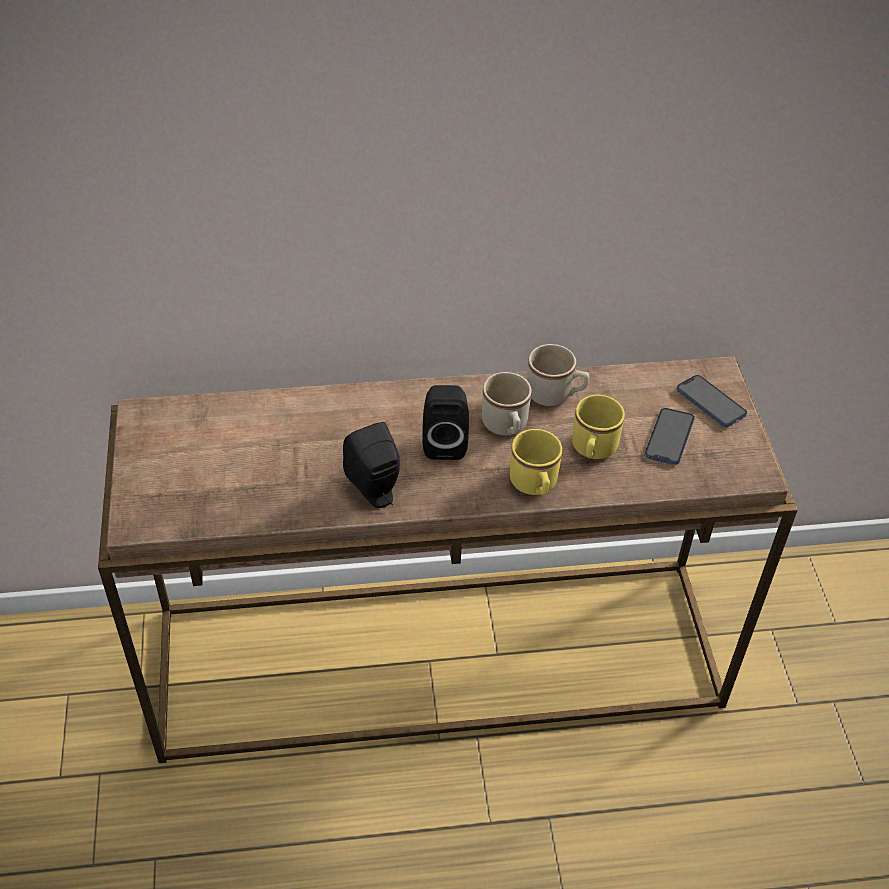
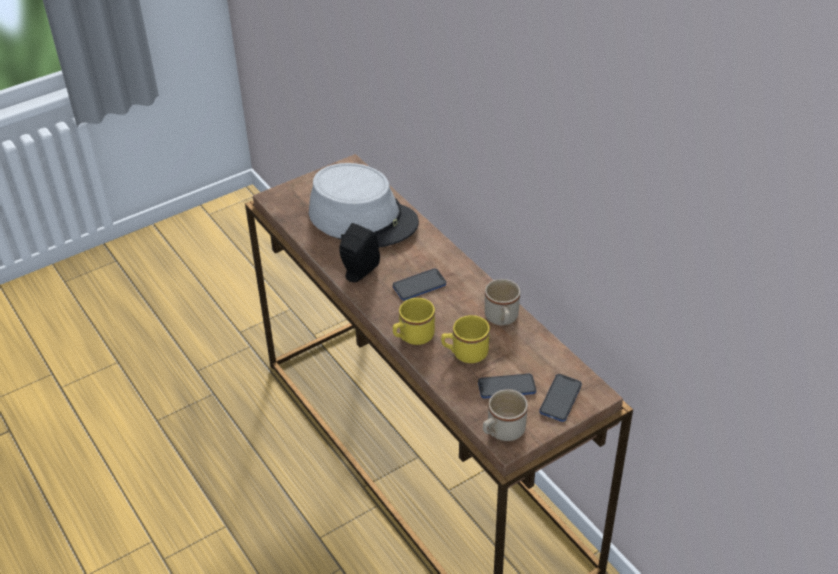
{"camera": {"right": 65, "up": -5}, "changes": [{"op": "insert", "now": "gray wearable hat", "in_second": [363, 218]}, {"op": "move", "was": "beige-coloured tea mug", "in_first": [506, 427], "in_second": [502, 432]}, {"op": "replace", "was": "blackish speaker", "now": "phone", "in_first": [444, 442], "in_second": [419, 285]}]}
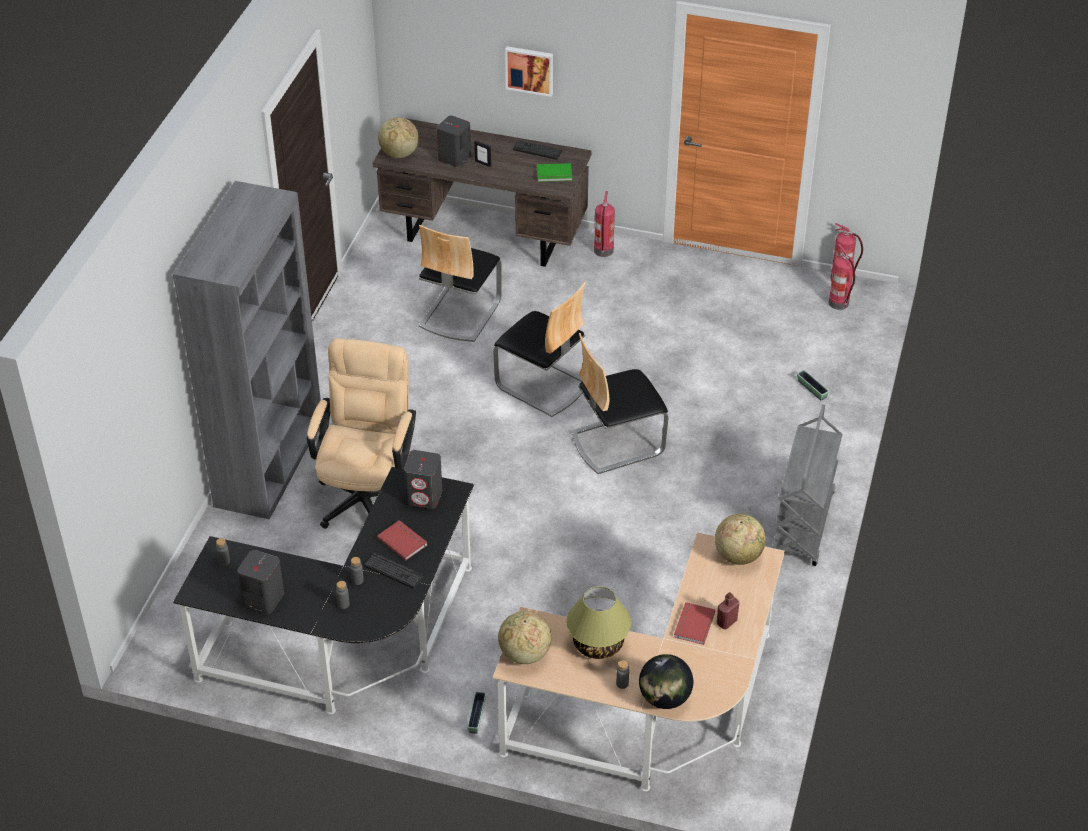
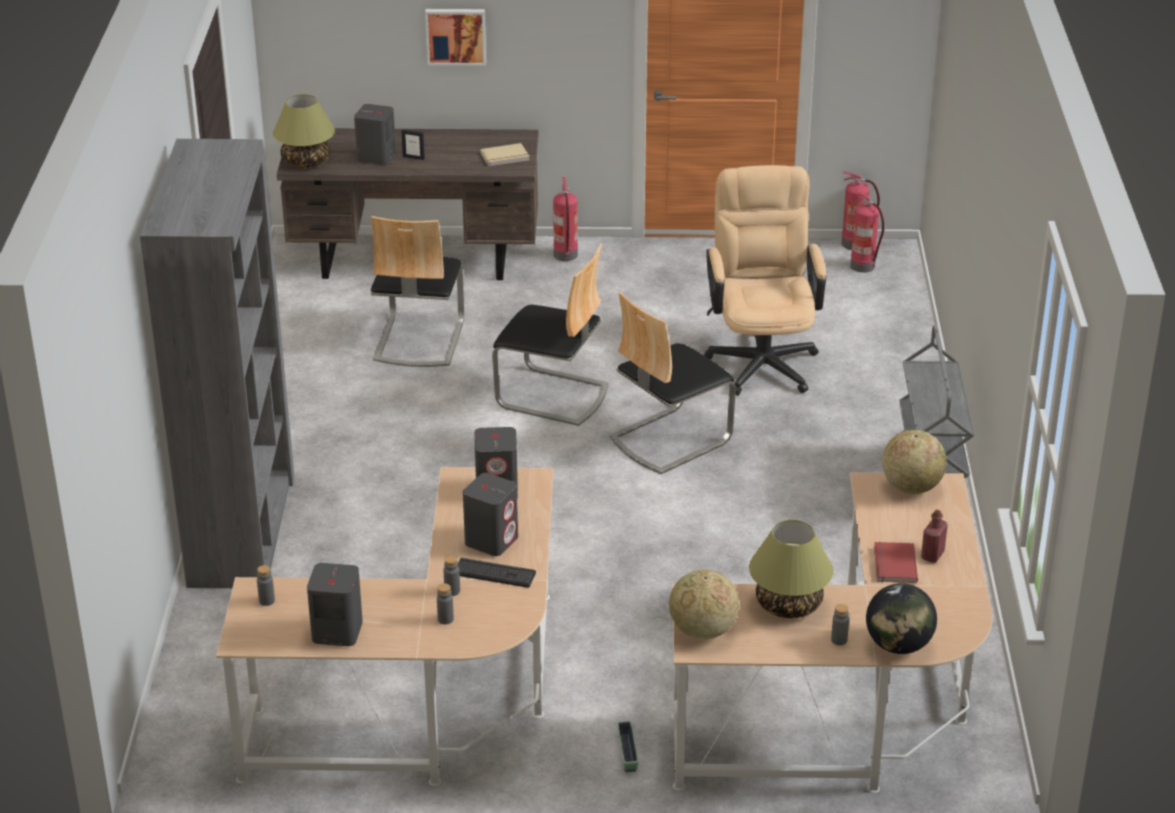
{"camera": {"right": -15, "up": -10}, "changes": [{"op": "delete", "was": "keyboard", "in_first": [537, 150]}, {"op": "delete", "was": "planter", "in_first": [812, 389]}, {"op": "move", "was": "beige-coloured computer chair", "in_first": [367, 492], "in_second": [761, 358]}, {"op": "replace", "was": "red-coloured bound book", "now": "gray speaker", "in_first": [403, 541], "in_second": [492, 540]}, {"op": "replace", "was": "world globe", "now": "tabletop lamp", "in_first": [399, 154], "in_second": [306, 162]}, {"op": "recolor", "was": "blackish desk", "now": "beige-coloured desk", "in_first": [351, 645], "in_second": [431, 705]}, {"op": "recolor", "was": "green bound book", "now": "beige-coloured bound book", "in_first": [554, 174], "in_second": [505, 157]}]}
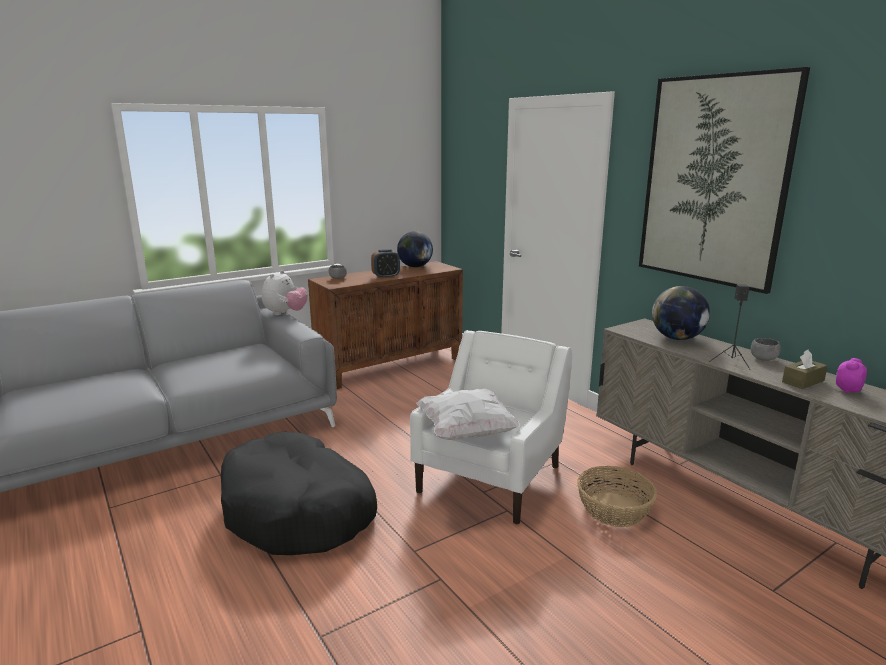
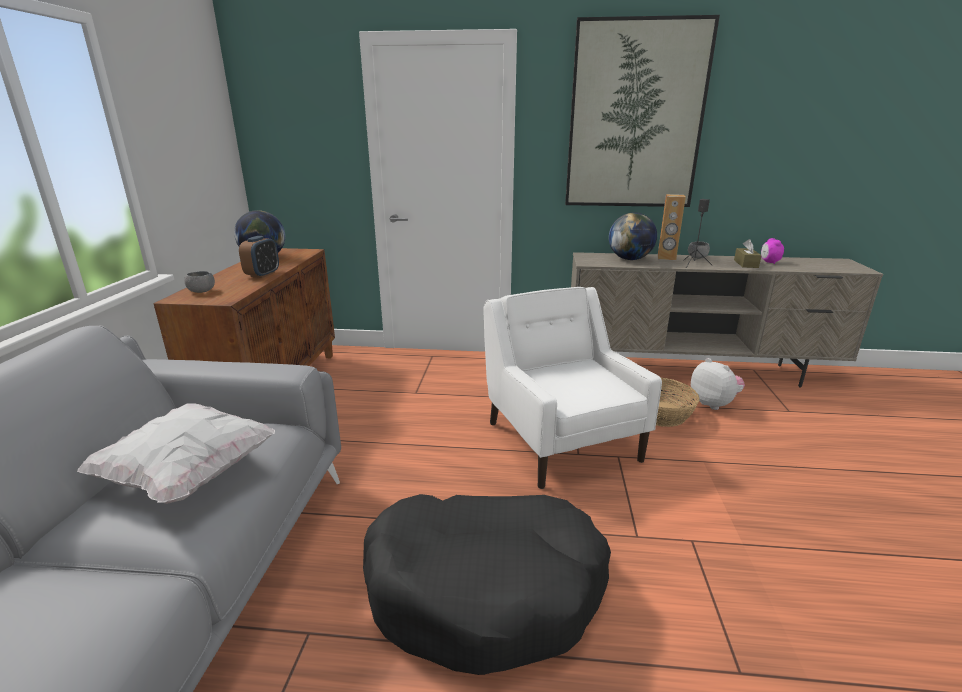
{"camera": {"right": -50, "up": 5}, "changes": [{"op": "insert", "now": "brownish speaker", "in_second": [666, 258]}, {"op": "move", "was": "plush toy", "in_first": [285, 313], "in_second": [713, 403]}, {"op": "move", "was": "whitish throw pillow", "in_first": [467, 432], "in_second": [190, 475]}]}
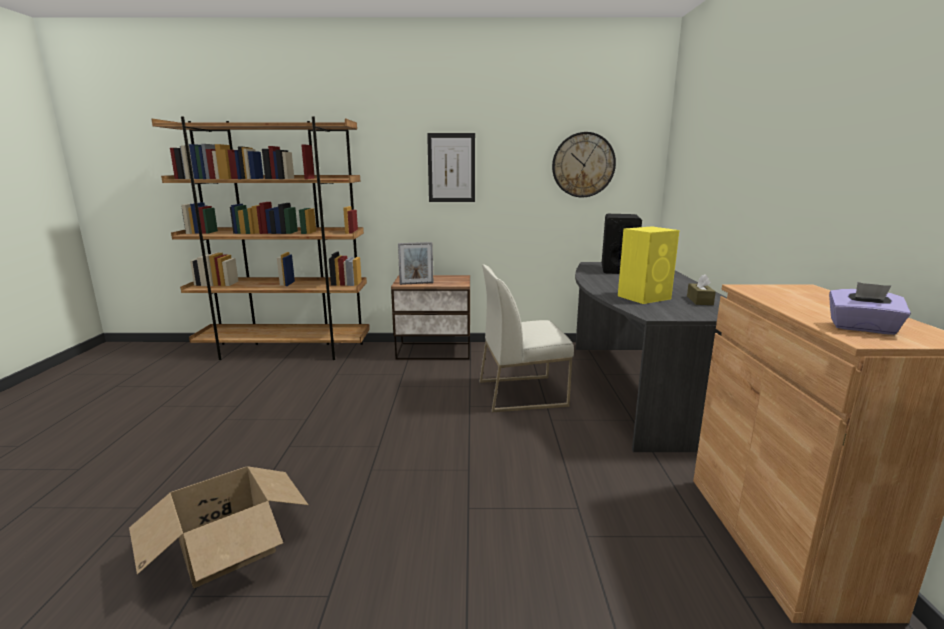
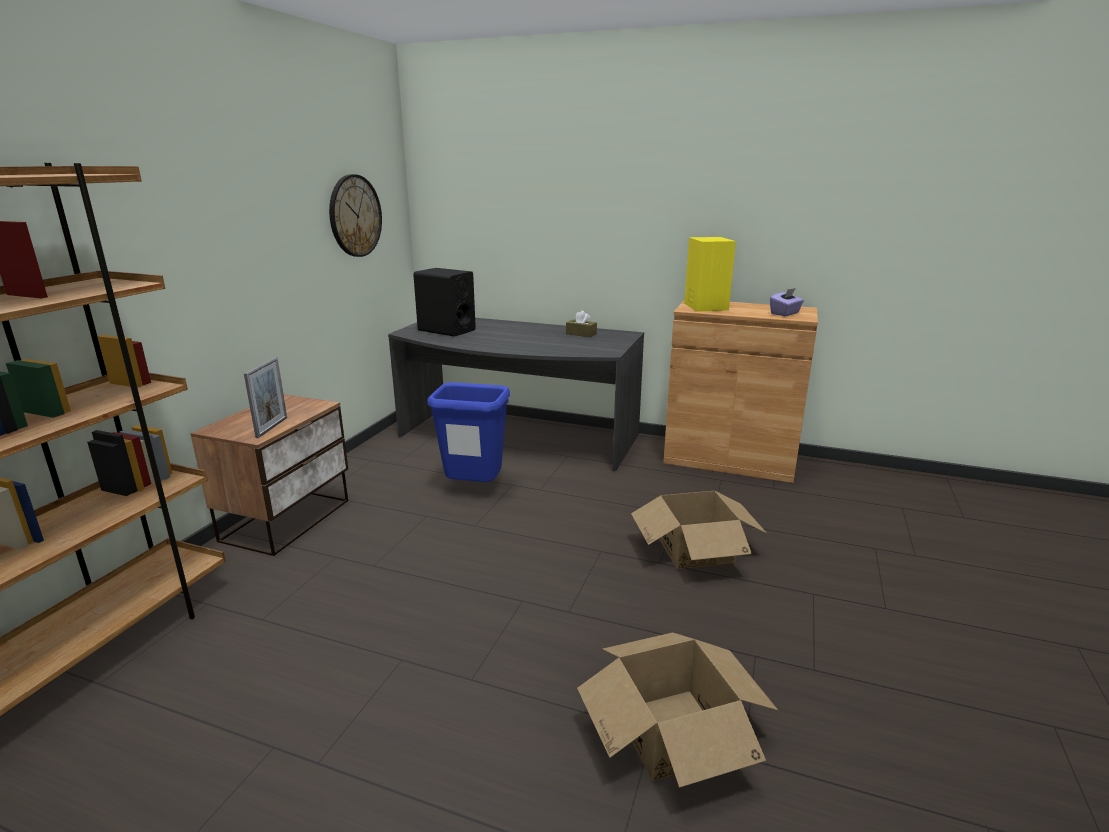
{"camera": {"right": -70, "up": 5}, "changes": [{"op": "delete", "was": "wall picture", "in_first": [451, 168]}, {"op": "insert", "now": "cardboard box", "in_second": [695, 549]}, {"op": "move", "was": "yellow-coloured speaker", "in_first": [645, 297], "in_second": [705, 306]}, {"op": "replace", "was": "whitish plain chair", "now": "blue trash can", "in_first": [522, 393], "in_second": [473, 489]}]}
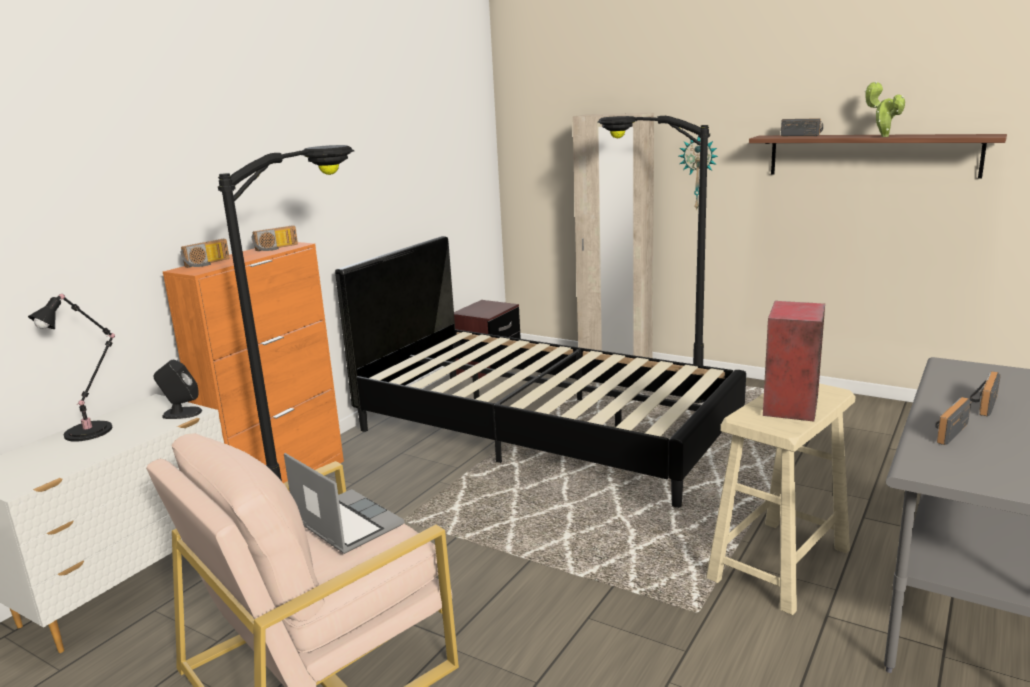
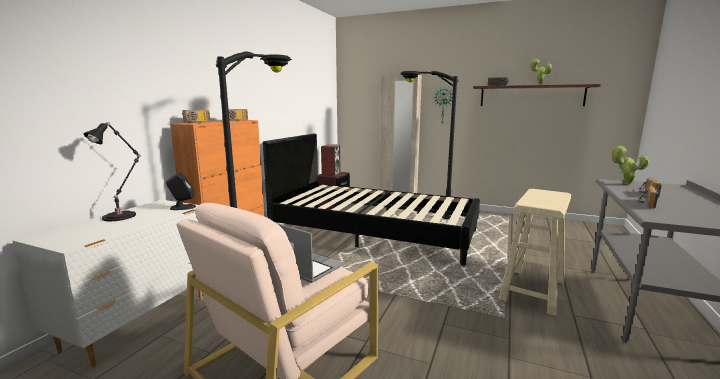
{"camera": {"right": -10, "up": -5}, "changes": [{"op": "insert", "now": "houseplant", "in_second": [625, 183]}, {"op": "move", "was": "speaker", "in_first": [789, 405], "in_second": [331, 174]}]}
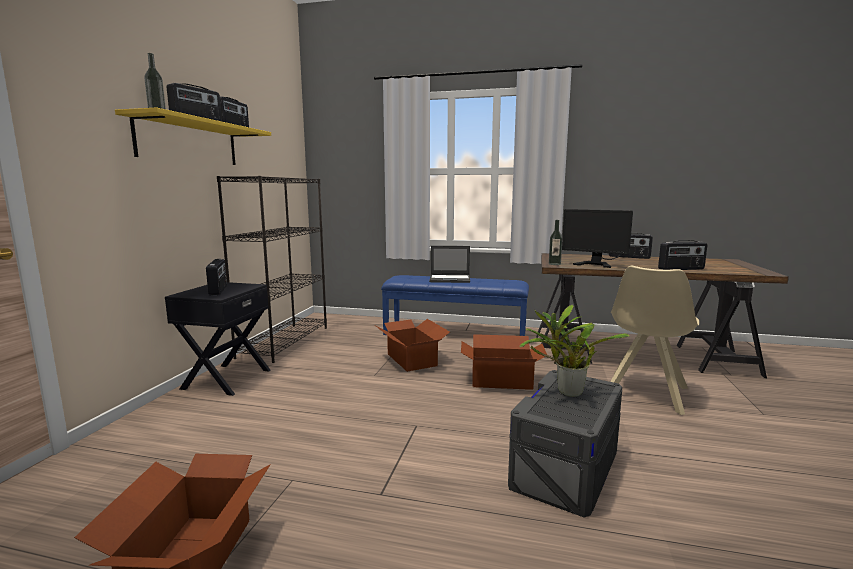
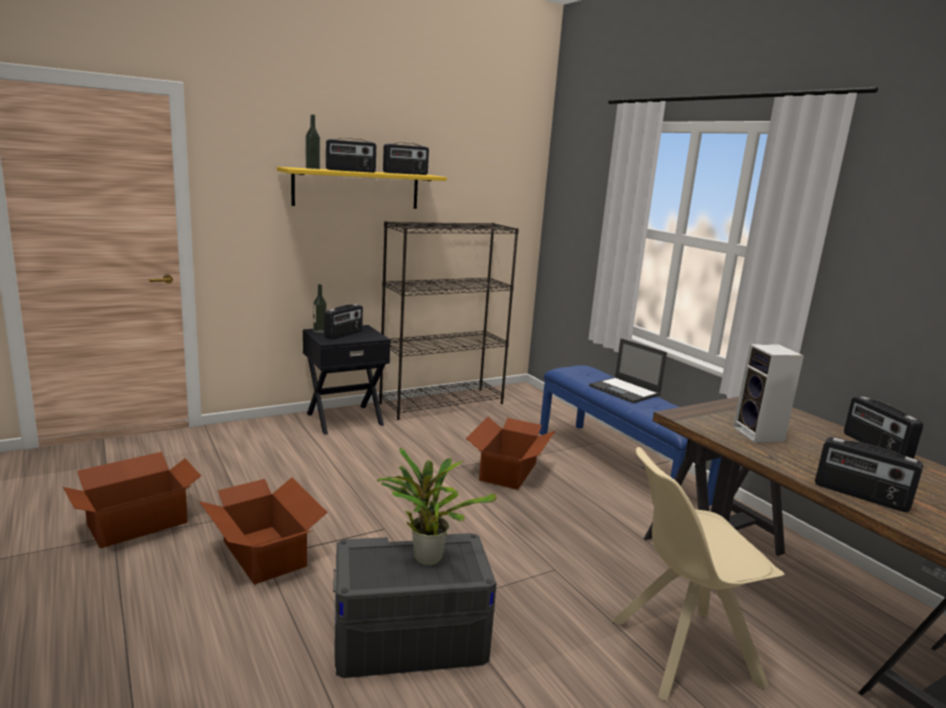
{"camera": {"right": 45, "up": 5}, "changes": [{"op": "move", "was": "cardboard box", "in_first": [502, 381], "in_second": [263, 554]}, {"op": "move", "was": "bottle", "in_first": [554, 264], "in_second": [319, 331]}, {"op": "replace", "was": "computer screen", "now": "speaker", "in_first": [597, 263], "in_second": [760, 435]}]}
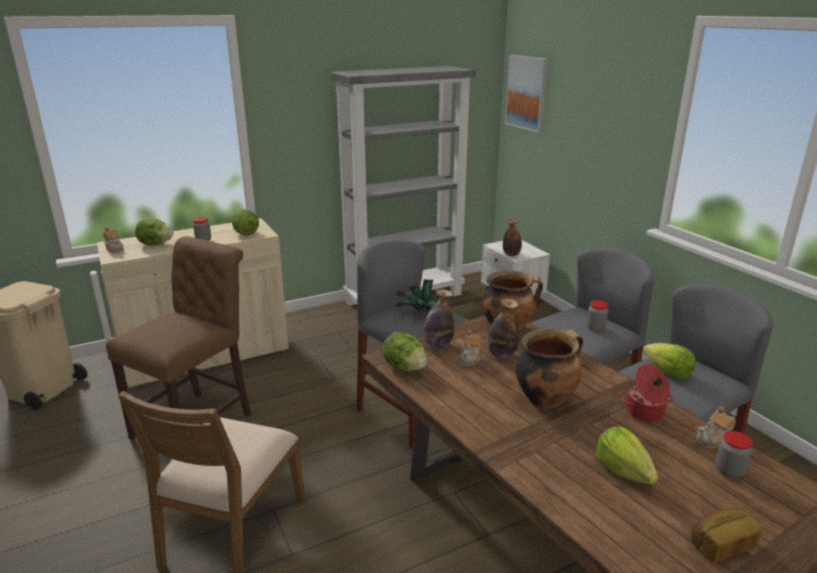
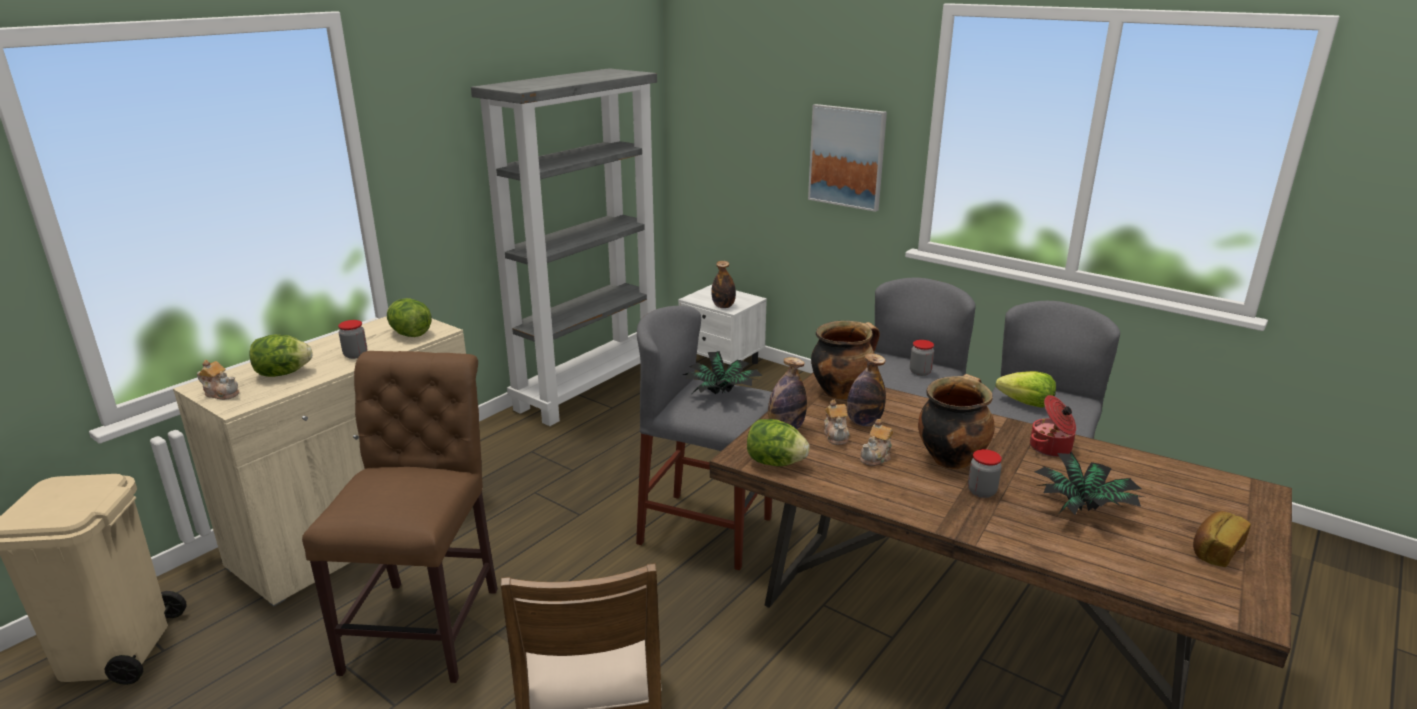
{"camera": {"right": -25, "up": 0}, "changes": [{"op": "move", "was": "wall picture", "in_first": [527, 93], "in_second": [847, 157]}, {"op": "move", "was": "pot for tea", "in_first": [713, 441], "in_second": [876, 457]}, {"op": "move", "was": "storage jar", "in_first": [729, 471], "in_second": [981, 491]}, {"op": "replace", "was": "lettuce", "now": "houseplant", "in_first": [623, 471], "in_second": [1084, 509]}]}
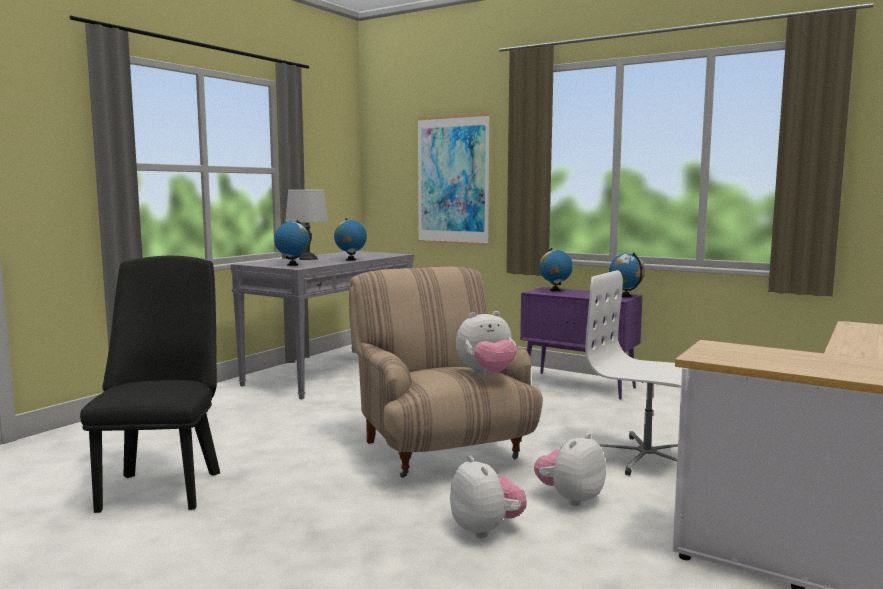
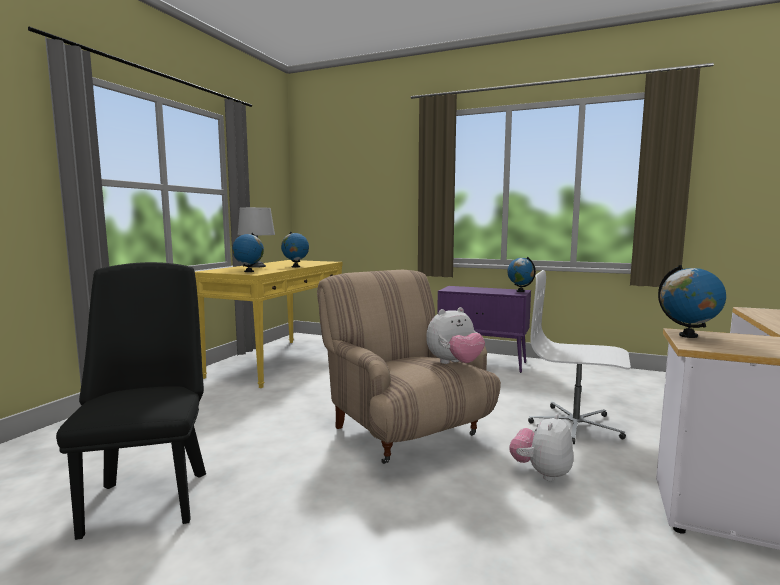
{"camera": {"right": -10, "up": 0}, "changes": [{"op": "delete", "was": "wall picture", "in_first": [453, 180]}, {"op": "delete", "was": "plush toy", "in_first": [486, 530]}, {"op": "move", "was": "world globe", "in_first": [555, 290], "in_second": [688, 336]}, {"op": "recolor", "was": "gray hall table", "now": "yellow-coloured hall table", "in_first": [331, 372], "in_second": [278, 361]}]}
